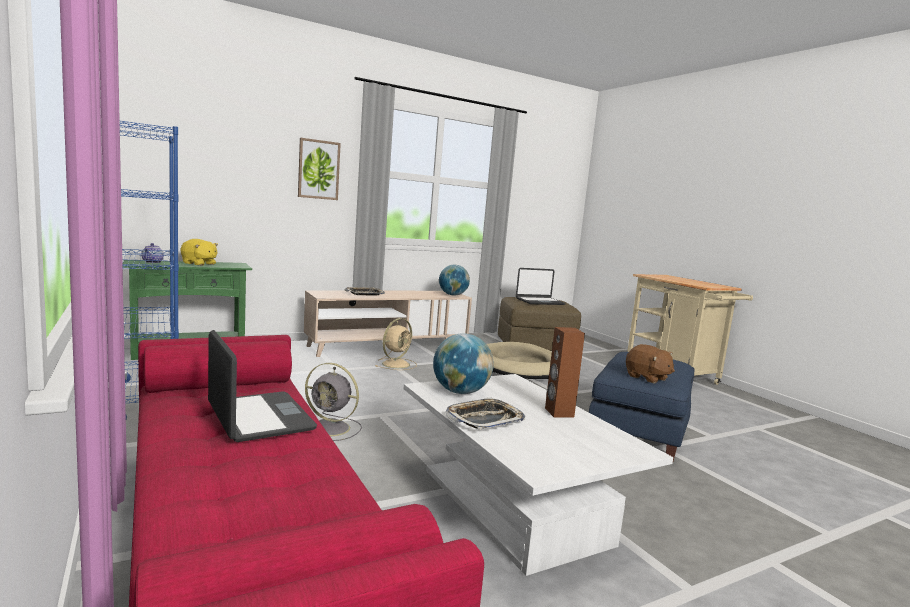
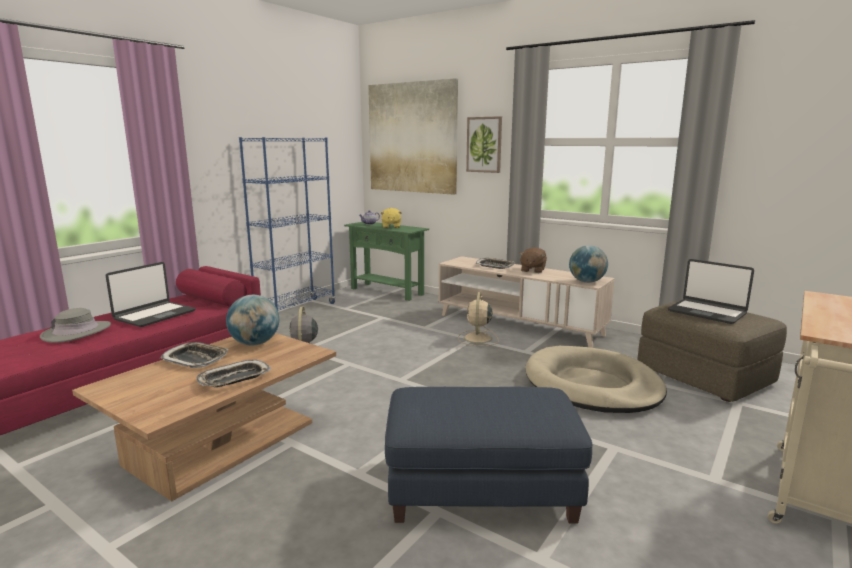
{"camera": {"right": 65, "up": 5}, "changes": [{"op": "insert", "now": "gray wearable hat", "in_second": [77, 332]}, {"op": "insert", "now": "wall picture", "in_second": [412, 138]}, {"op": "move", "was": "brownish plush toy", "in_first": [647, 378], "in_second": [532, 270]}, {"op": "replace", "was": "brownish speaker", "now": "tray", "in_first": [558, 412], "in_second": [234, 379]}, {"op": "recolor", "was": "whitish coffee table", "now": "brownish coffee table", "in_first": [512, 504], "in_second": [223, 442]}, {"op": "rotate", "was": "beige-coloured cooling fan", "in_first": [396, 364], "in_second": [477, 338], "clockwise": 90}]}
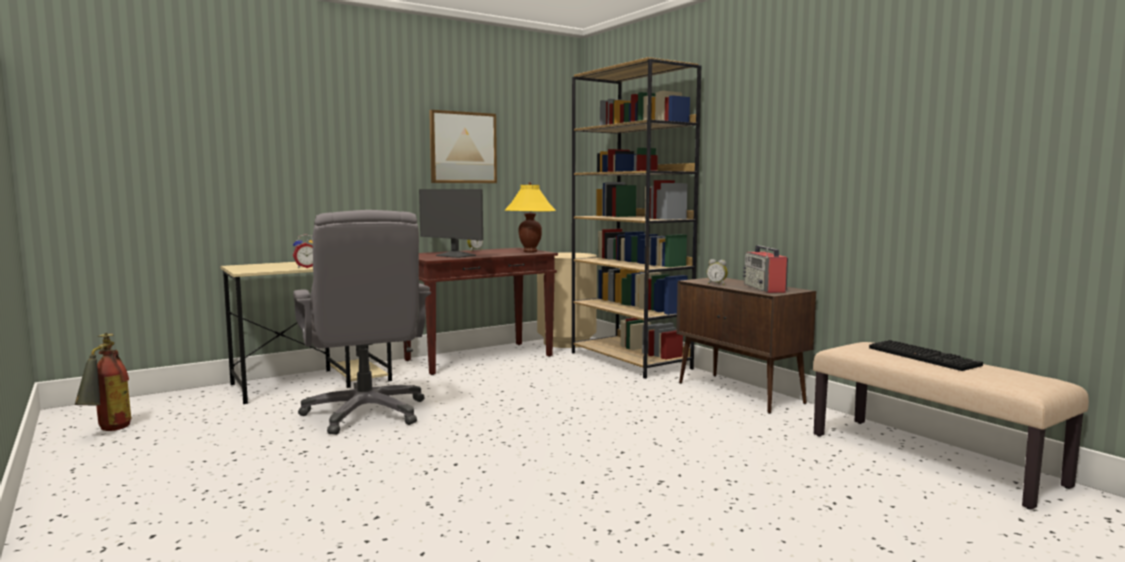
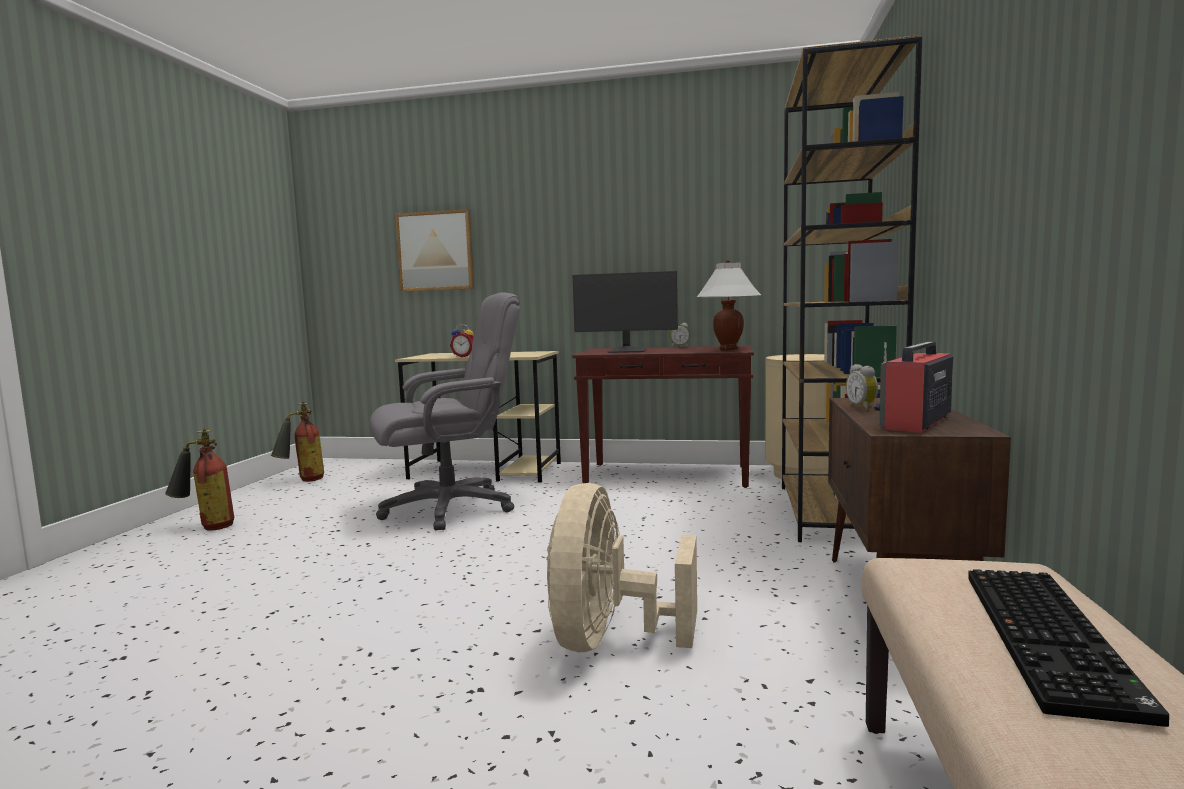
{"camera": {"right": 45, "up": 0}, "changes": [{"op": "insert", "now": "extinguisher", "in_second": [206, 527]}, {"op": "insert", "now": "beige-coloured cooling fan", "in_second": [609, 640]}, {"op": "move", "was": "wall picture", "in_first": [463, 147], "in_second": [435, 251]}, {"op": "recolor", "was": "yellow-coloured tabletop lamp", "now": "whitish tabletop lamp", "in_first": [530, 251], "in_second": [728, 349]}, {"op": "rotate", "was": "gray computer chair", "in_first": [366, 413], "in_second": [450, 508], "clockwise": -135}, {"op": "rotate", "was": "computer screen", "in_first": [455, 255], "in_second": [627, 351], "clockwise": -75}]}
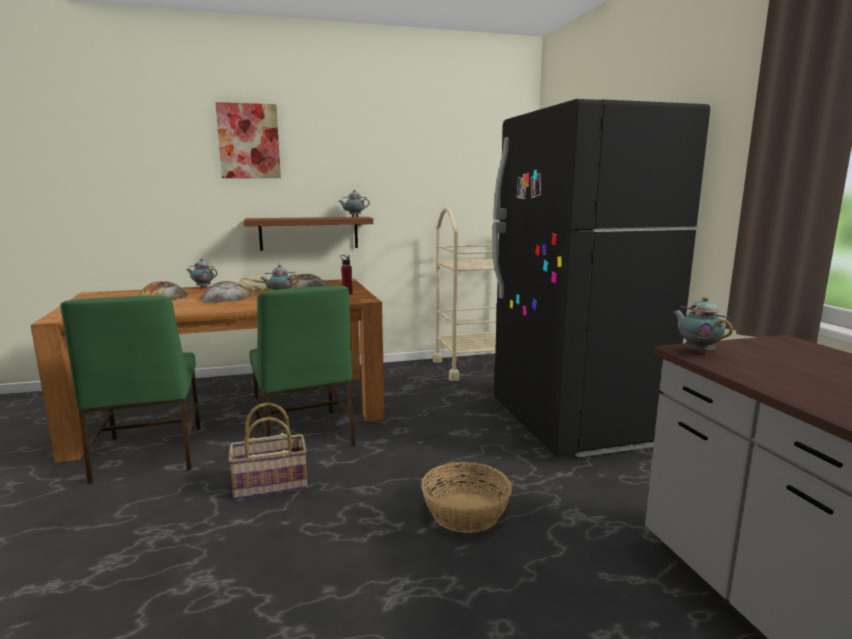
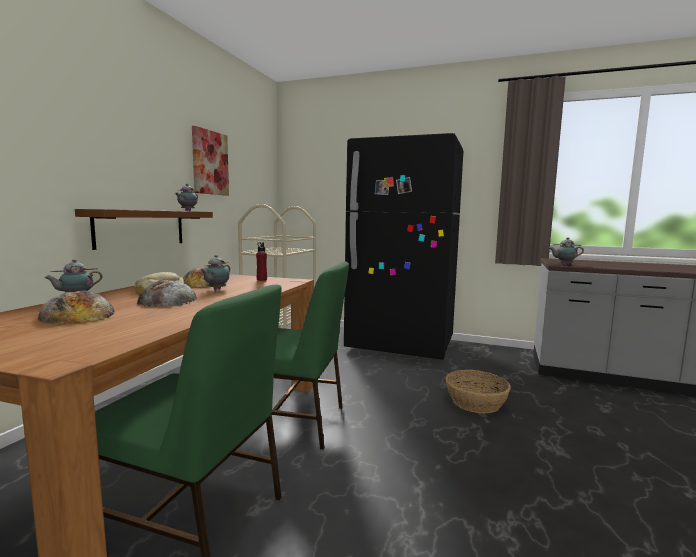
{"camera": {"right": -55, "up": -5}, "changes": [{"op": "delete", "was": "household basket", "in_first": [270, 485]}, {"op": "move", "was": "wall picture", "in_first": [249, 141], "in_second": [210, 163]}]}
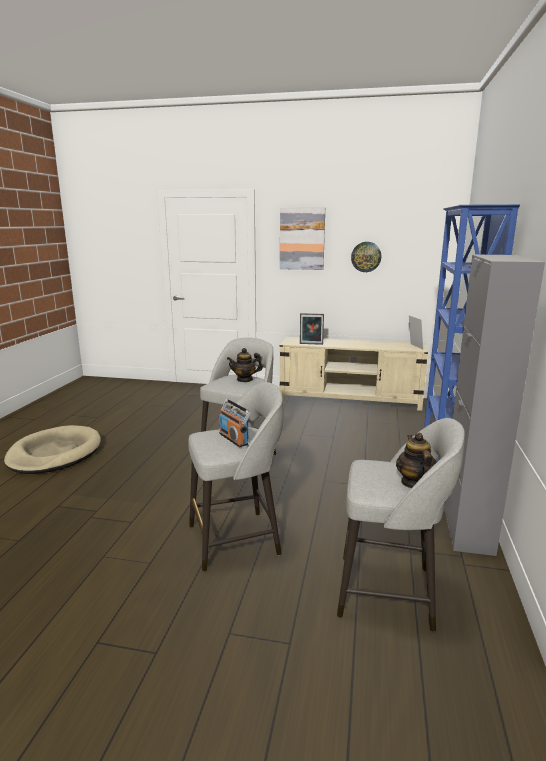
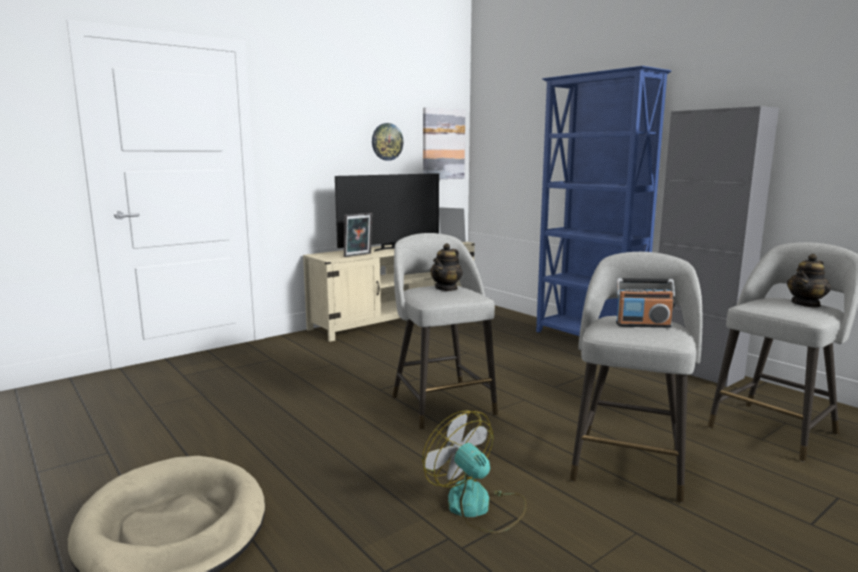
{"camera": {"right": -50, "up": -5}, "changes": [{"op": "insert", "now": "TV set", "in_second": [389, 248]}, {"op": "insert", "now": "cooling fan", "in_second": [478, 507]}, {"op": "move", "was": "wall picture", "in_first": [302, 239], "in_second": [443, 144]}, {"op": "rotate", "was": "pot for tea", "in_first": [414, 482], "in_second": [806, 304], "clockwise": -75}]}
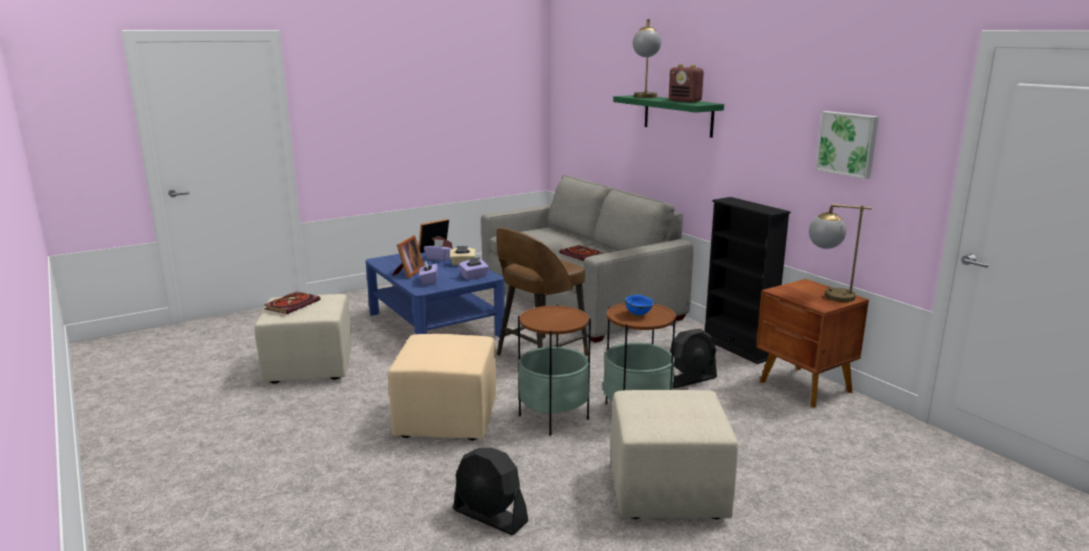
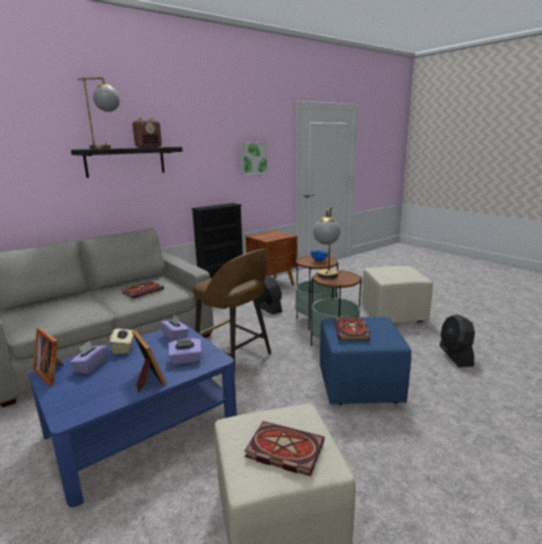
{"camera": {"right": -95, "up": 0}, "changes": [{"op": "insert", "now": "bound book", "in_second": [352, 331]}, {"op": "move", "was": "tabletop lamp", "in_first": [828, 296], "in_second": [326, 277]}, {"op": "recolor", "was": "beige-coloured ottoman", "now": "blue ottoman", "in_first": [446, 419], "in_second": [358, 386]}, {"op": "recolor", "was": "green shelf", "now": "blackish shelf", "in_first": [678, 115], "in_second": [125, 161]}, {"op": "rotate", "was": "photo frame", "in_first": [408, 273], "in_second": [148, 379], "clockwise": 45}, {"op": "rotate", "was": "blackish cooling fan", "in_first": [490, 516], "in_second": [455, 356], "clockwise": 150}]}
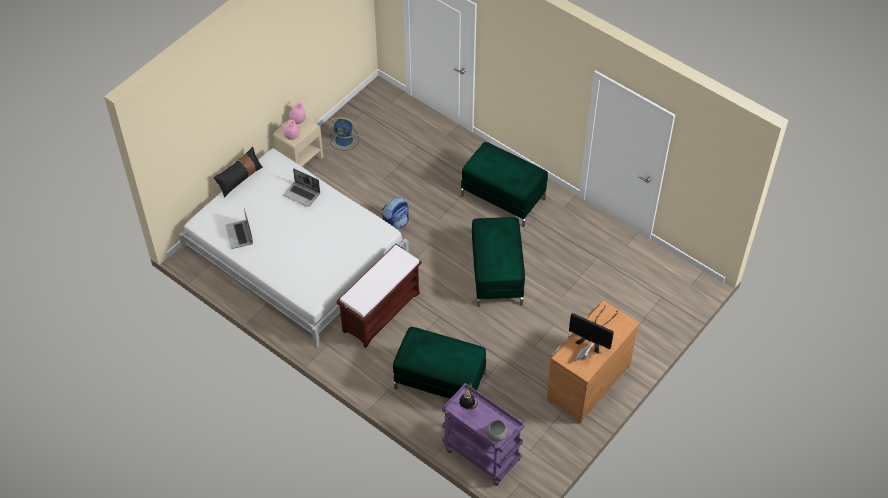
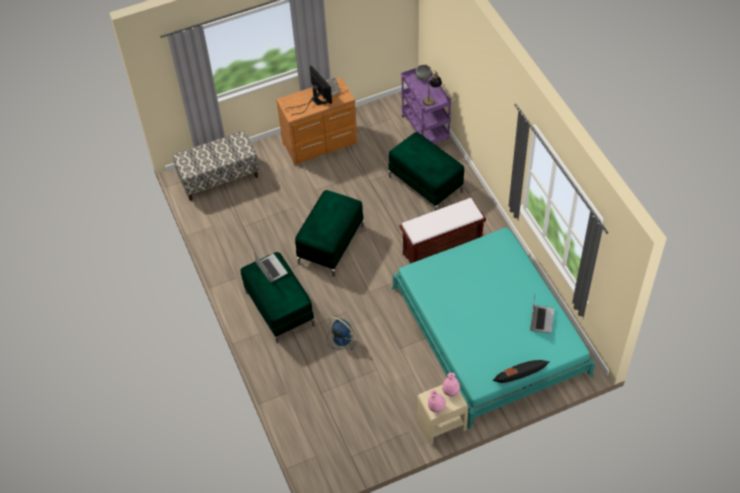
{"camera": {"right": -150, "up": 0}, "changes": [{"op": "delete", "was": "knapsack", "in_first": [396, 224]}, {"op": "insert", "now": "indoor bench", "in_second": [219, 178]}, {"op": "move", "was": "notebook computer", "in_first": [302, 194], "in_second": [271, 268]}, {"op": "move", "was": "blue cooling fan", "in_first": [345, 140], "in_second": [341, 338]}, {"op": "recolor", "was": "whitish bedroom bed", "now": "turquoise bedroom bed", "in_first": [295, 253], "in_second": [489, 331]}]}
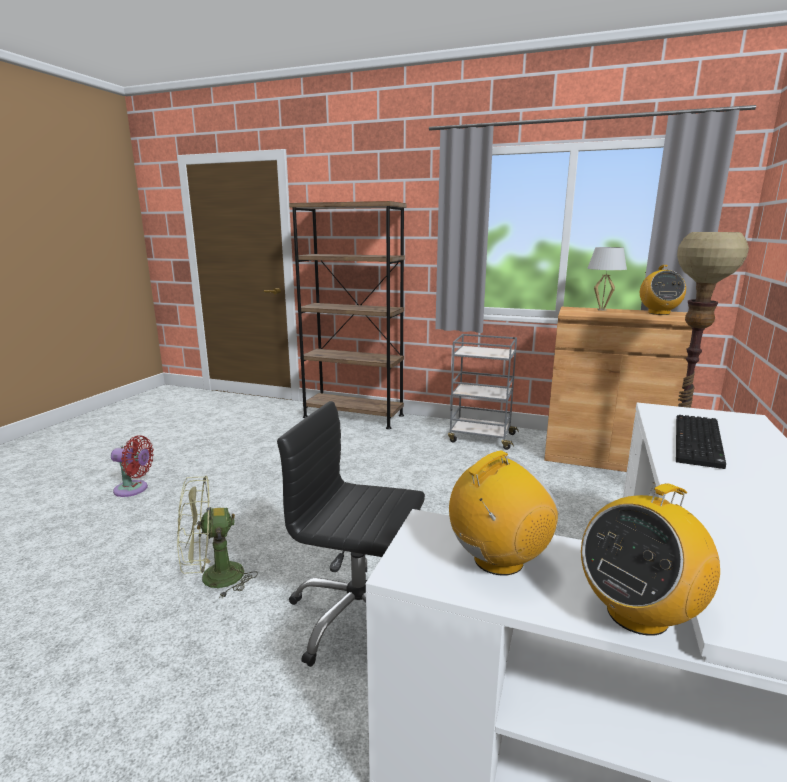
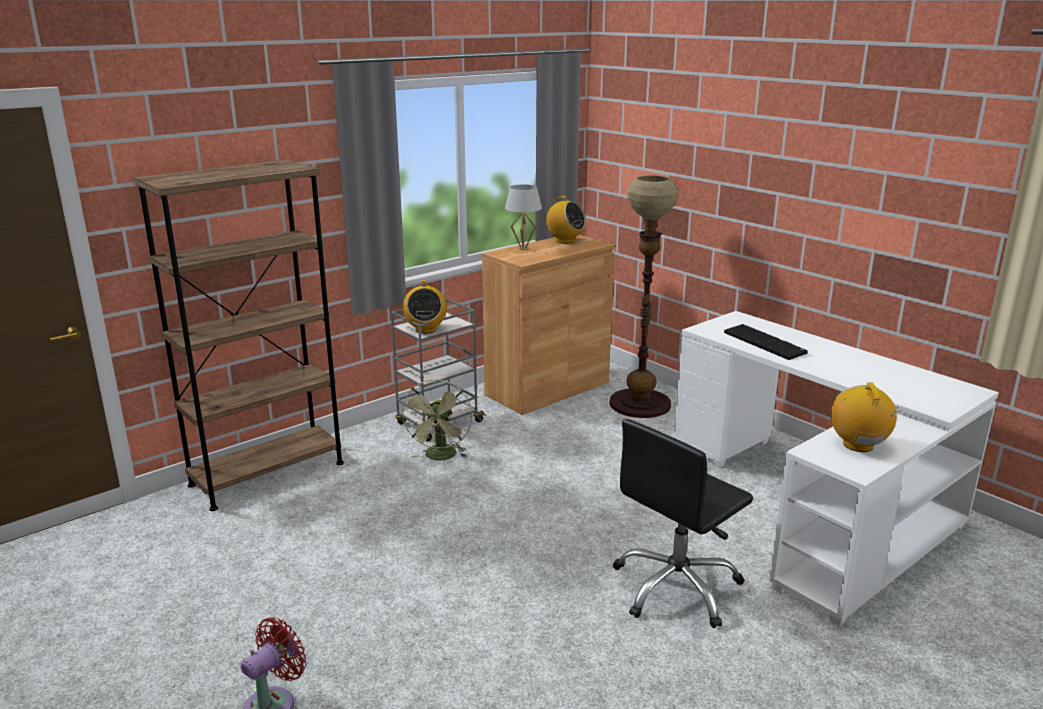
{"camera": {"right": -60, "up": 5}, "changes": [{"op": "move", "was": "green cooling fan", "in_first": [213, 579], "in_second": [440, 457]}, {"op": "move", "was": "radio receiver", "in_first": [637, 613], "in_second": [425, 329]}]}
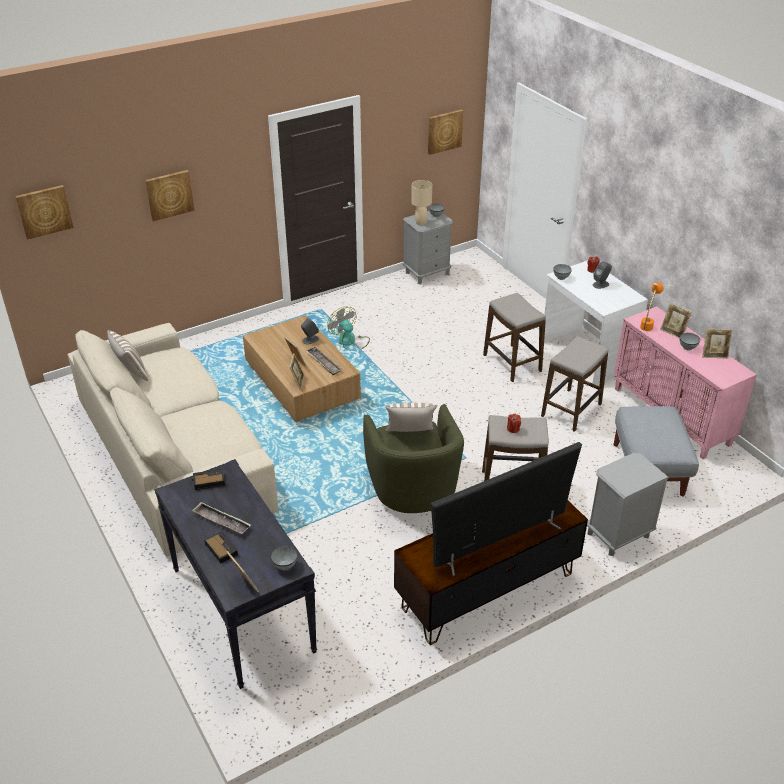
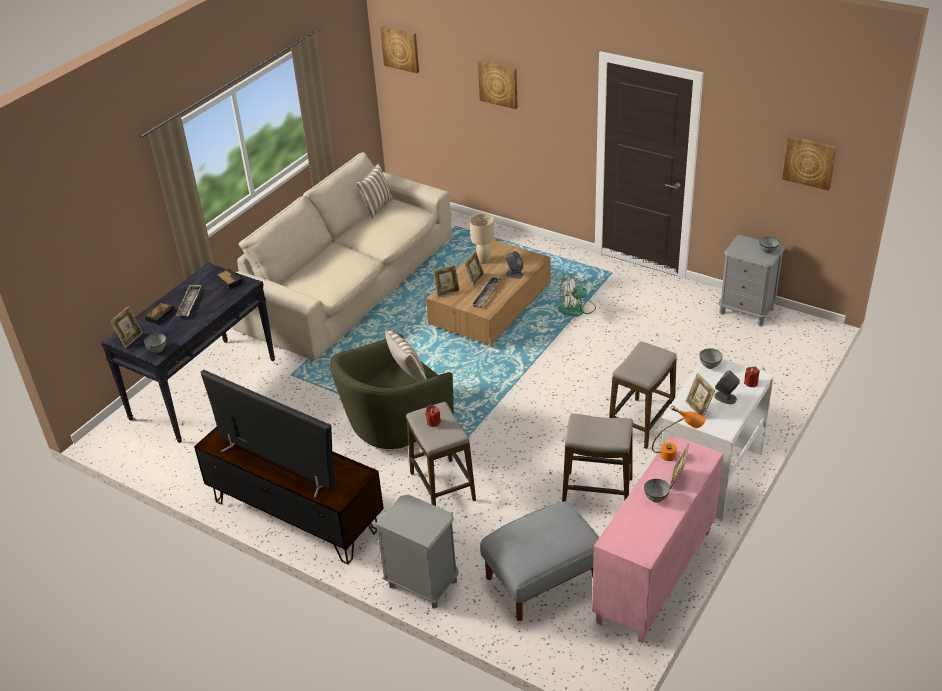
{"camera": {"right": 65, "up": 0}, "changes": [{"op": "move", "was": "beige-coloured tabletop lamp", "in_first": [421, 223], "in_second": [483, 261]}, {"op": "move", "was": "photo frame", "in_first": [714, 355], "in_second": [698, 408]}, {"op": "rotate", "was": "cooling fan", "in_first": [350, 342], "in_second": [577, 309], "clockwise": -135}]}
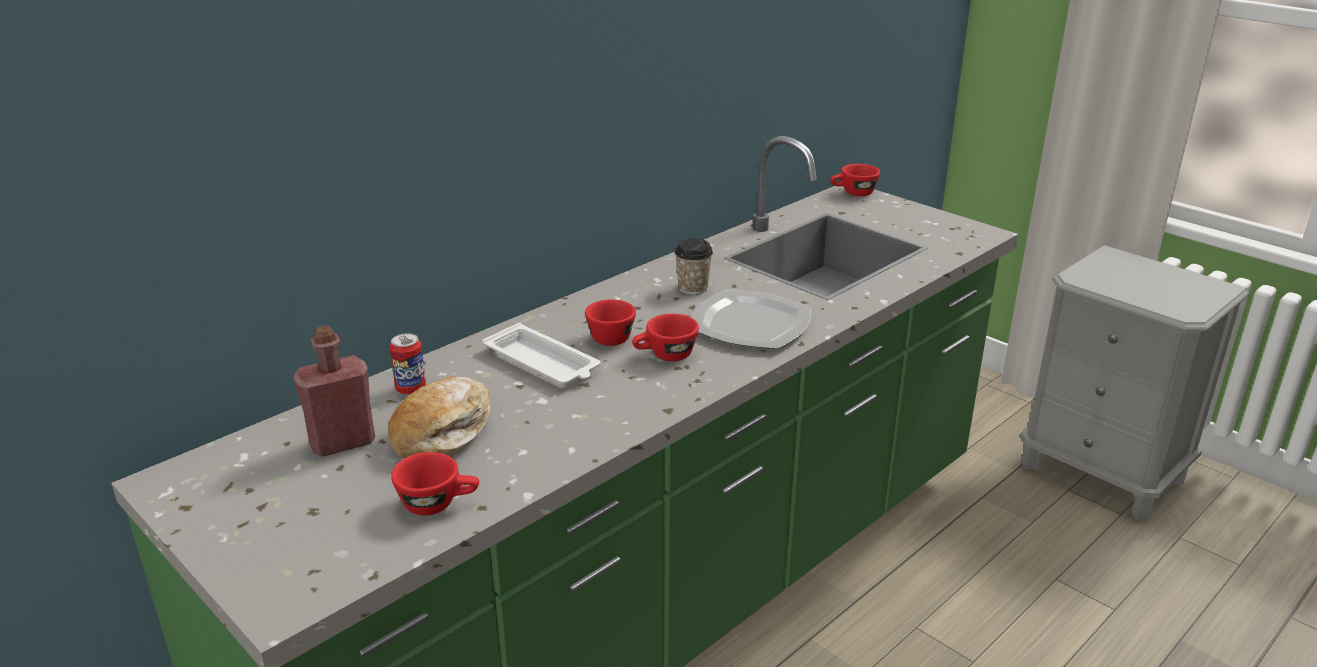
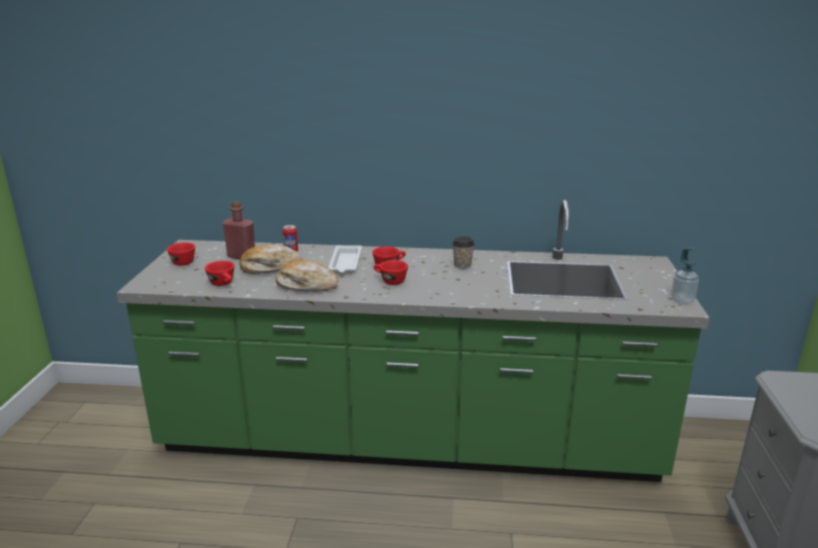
{"camera": {"right": 50, "up": -5}, "changes": [{"op": "delete", "was": "plate", "in_first": [751, 324]}, {"op": "insert", "now": "baked bread", "in_second": [307, 285]}, {"op": "insert", "now": "soap bottle", "in_second": [682, 301]}, {"op": "move", "was": "red-coloured cup", "in_first": [853, 193], "in_second": [180, 262]}]}
